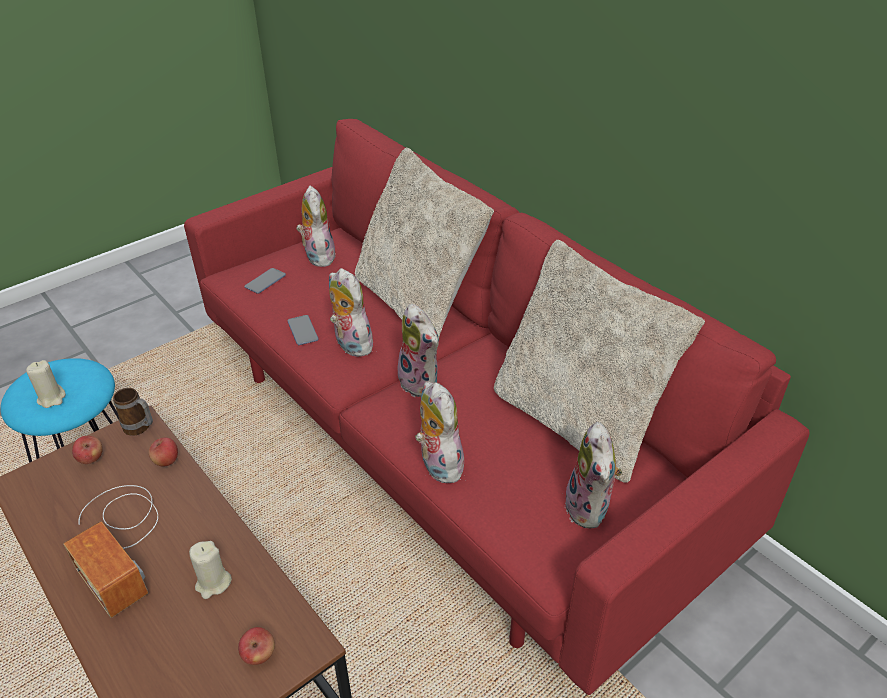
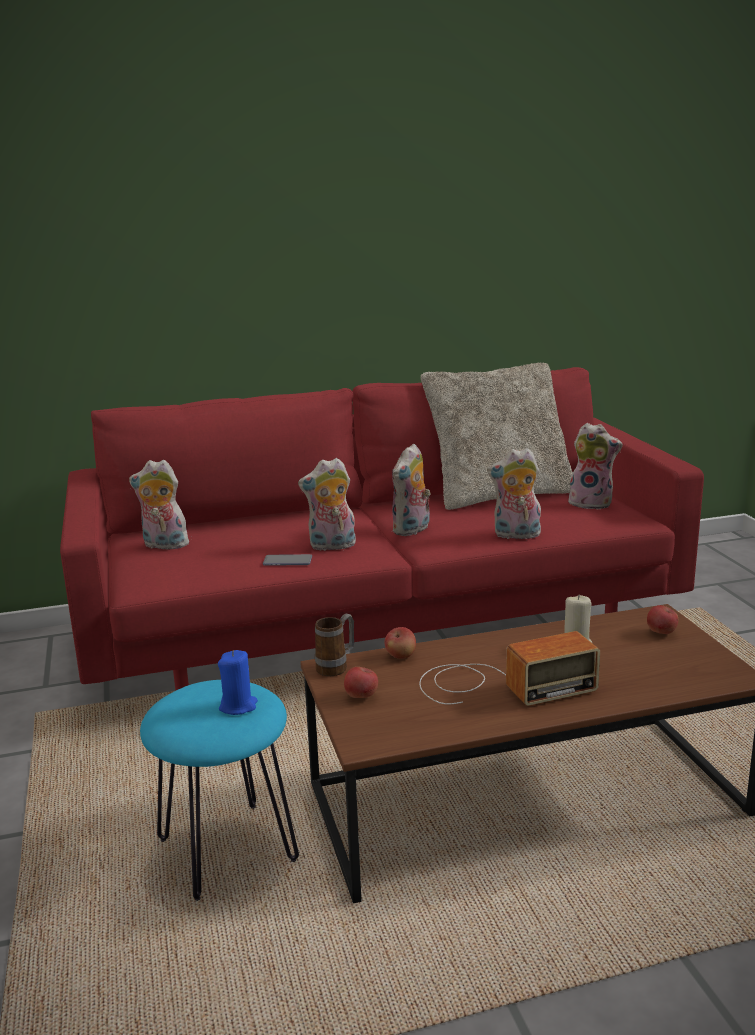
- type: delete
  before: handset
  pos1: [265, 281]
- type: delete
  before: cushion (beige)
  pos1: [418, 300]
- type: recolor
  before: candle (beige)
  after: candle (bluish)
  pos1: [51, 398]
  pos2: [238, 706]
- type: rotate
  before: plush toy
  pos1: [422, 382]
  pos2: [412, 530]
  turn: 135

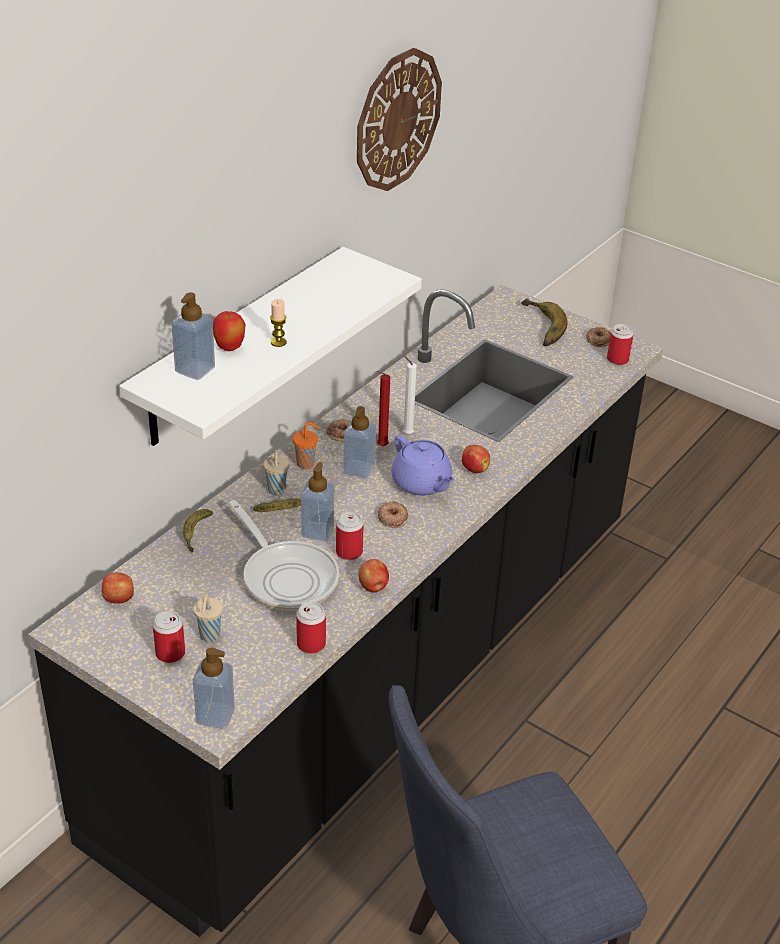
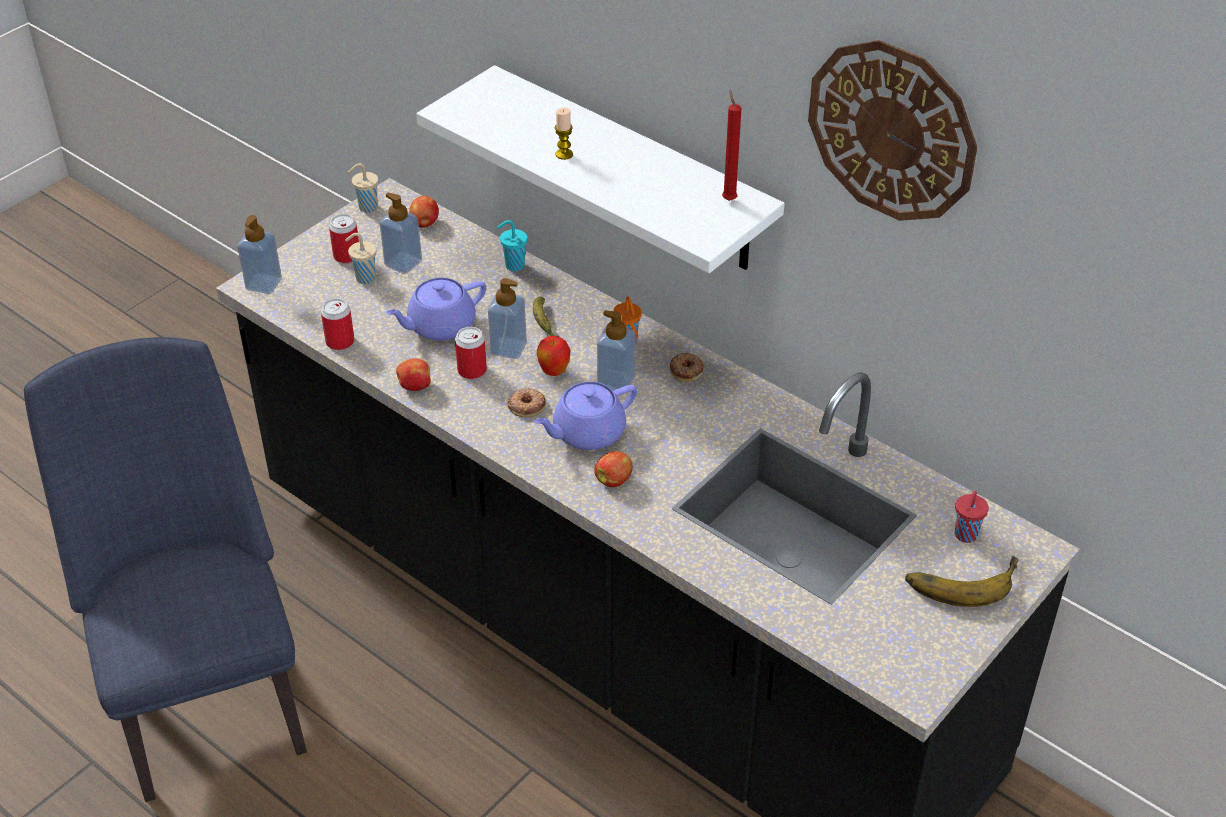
- type: delete
  before: candle (whitish)
  pos1: [406, 433]
- type: delete
  before: ring doughnut
  pos1: [598, 340]
- type: delete
  before: can
  pos1: [617, 359]
- type: insert
  after: small cup (red)
  pos2: [965, 536]
- type: move
  before: soap dispenser
  pos1: [195, 369]
  pos2: [403, 263]
- type: move
  before: apple fruit
  pos1: [229, 348]
  pos2: [554, 372]
- type: move
  before: small cup (beige)
  pos1: [276, 491]
  pos2: [367, 207]
- type: move
  before: candle (red)
  pos1: [380, 446]
  pos2: [728, 199]
- type: replace
  before: banana
  after: small cup (turquoise-coloured)
  pos1: [196, 533]
  pos2: [513, 265]
- type: replace
  before: pan
  after: tea pot (purple)
  pos1: [286, 576]
  pos2: [440, 326]

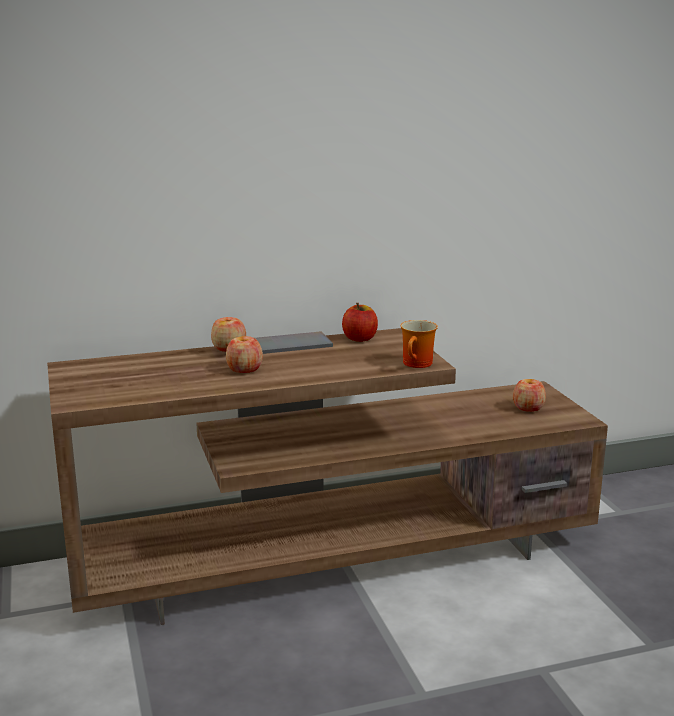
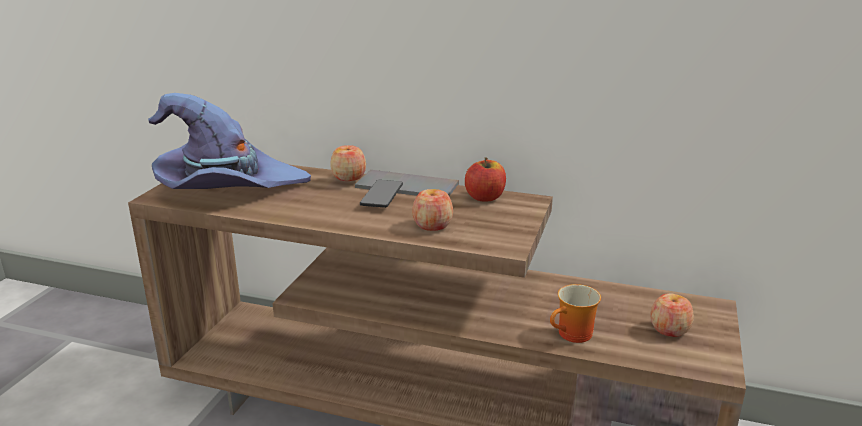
- type: insert
  after: clothing hat (purple)
  pos2: [227, 187]
- type: insert
  after: handset
  pos2: [382, 195]
- type: move
  before: apple fruit
  pos1: [244, 369]
  pos2: [432, 225]
- type: move
  before: mug
  pos1: [419, 364]
  pos2: [574, 336]

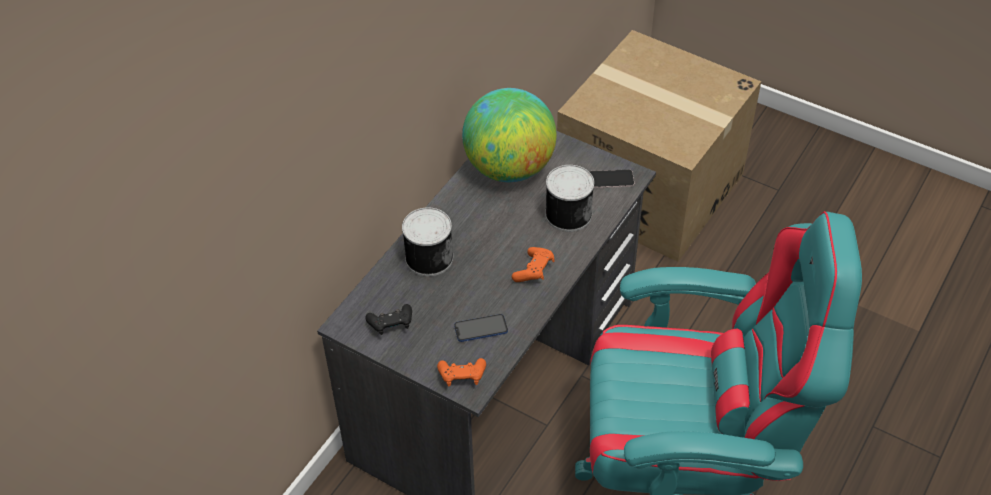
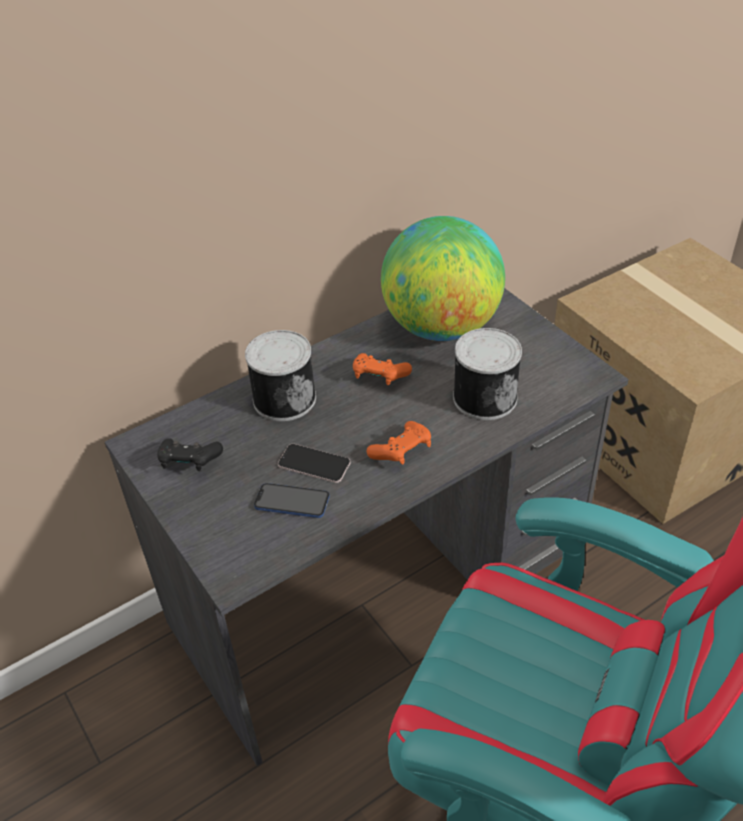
- type: move
  before: game controller (orange)
  pos1: [462, 377]
  pos2: [379, 377]
- type: move
  before: handset
  pos1: [610, 179]
  pos2: [314, 464]

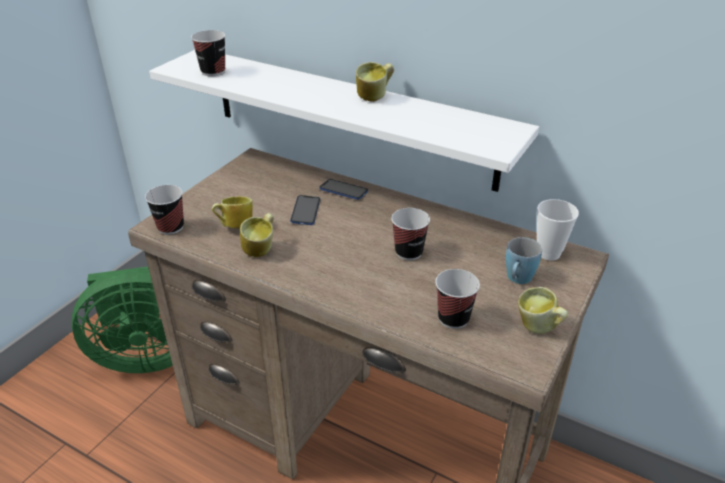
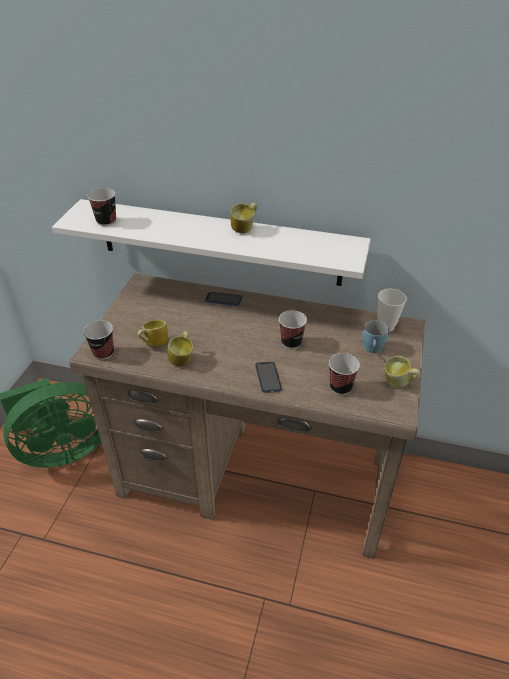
- type: move
  before: handset
  pos1: [305, 211]
  pos2: [268, 378]

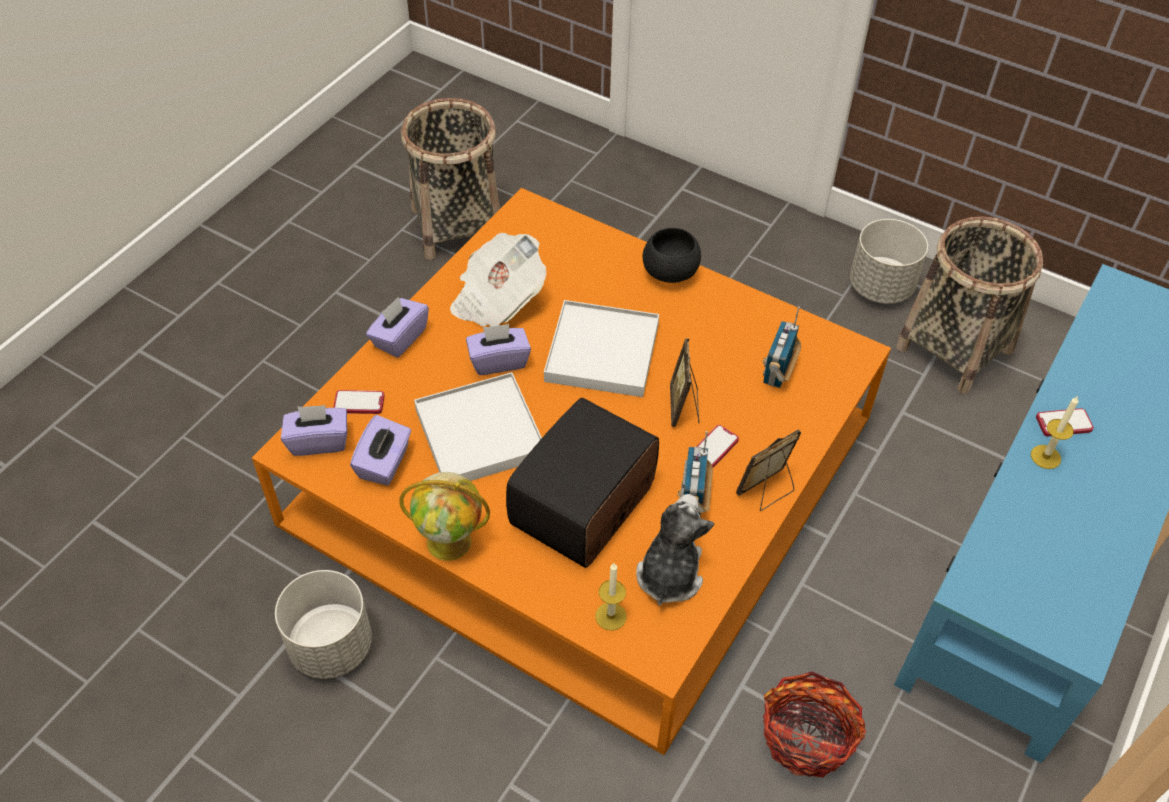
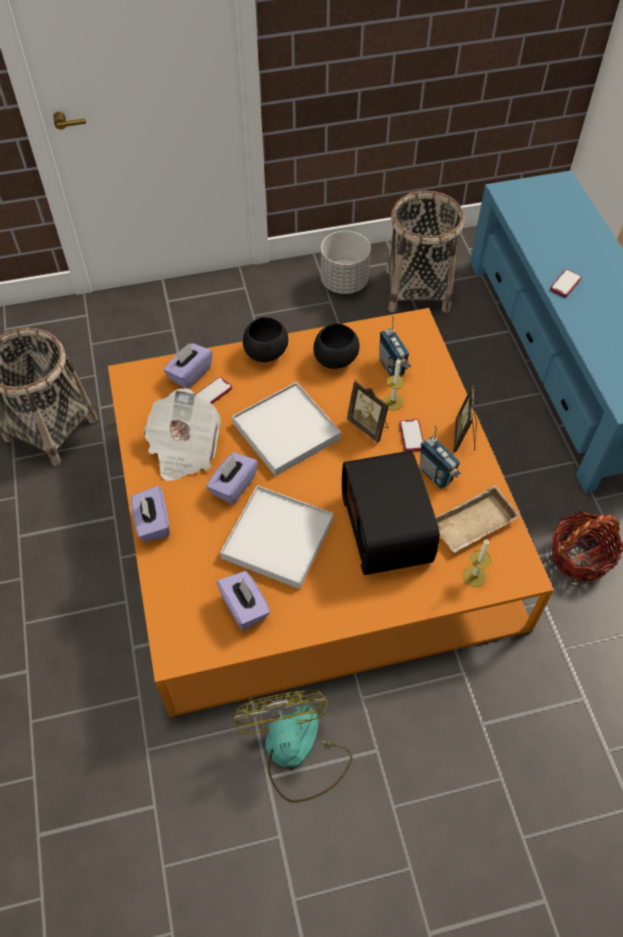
- type: delete
  before: world globe
  pos1: [450, 541]
- type: insert
  after: serving bowl (blackish)
  pos2: [336, 360]
- type: move
  before: box of tissues (purple)
  pos1: [319, 441]
  pos2: [190, 374]
- type: move
  before: handset
  pos1: [359, 403]
  pos2: [213, 392]
- type: move
  before: candle
  pos1: [1045, 457]
  pos2: [393, 402]
- type: replace
  before: flower pot (greyish)
  after: electric fan
  pos1: [331, 646]
  pos2: [296, 752]
- type: replace
  before: plush toy
  after: tray (beige)
  pos1: [669, 574]
  pos2: [473, 526]

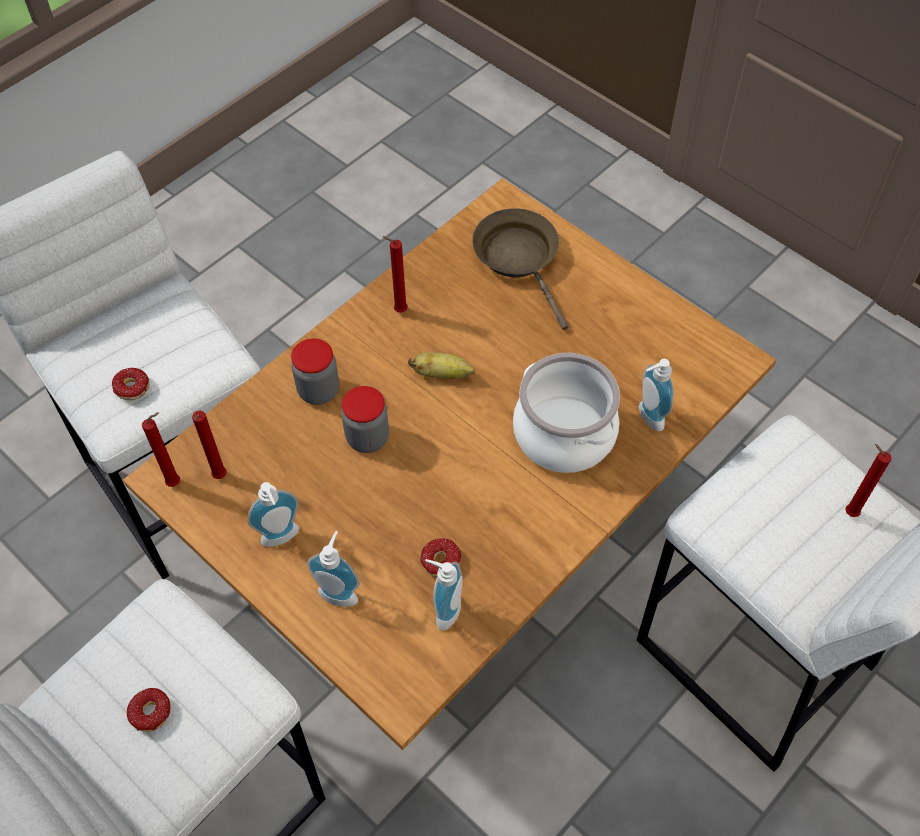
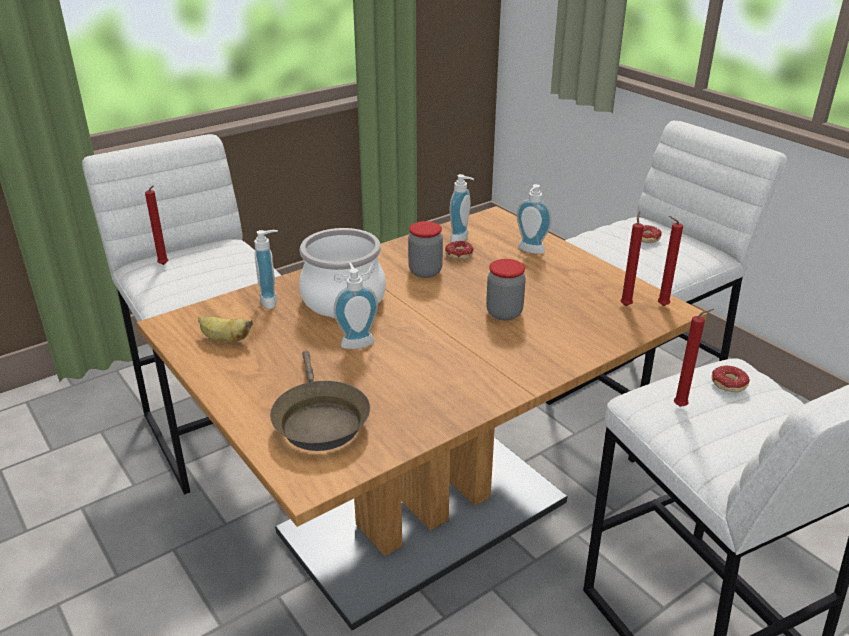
- type: move
  before: soap dispenser
  pos1: [282, 539]
  pos2: [356, 341]
- type: move
  before: jar
  pos1: [318, 391]
  pos2: [425, 271]
- type: move
  before: candle (red)
  pos1: [398, 310]
  pos2: [682, 406]
- type: move
  before: banana
  pos1: [443, 374]
  pos2: [224, 339]

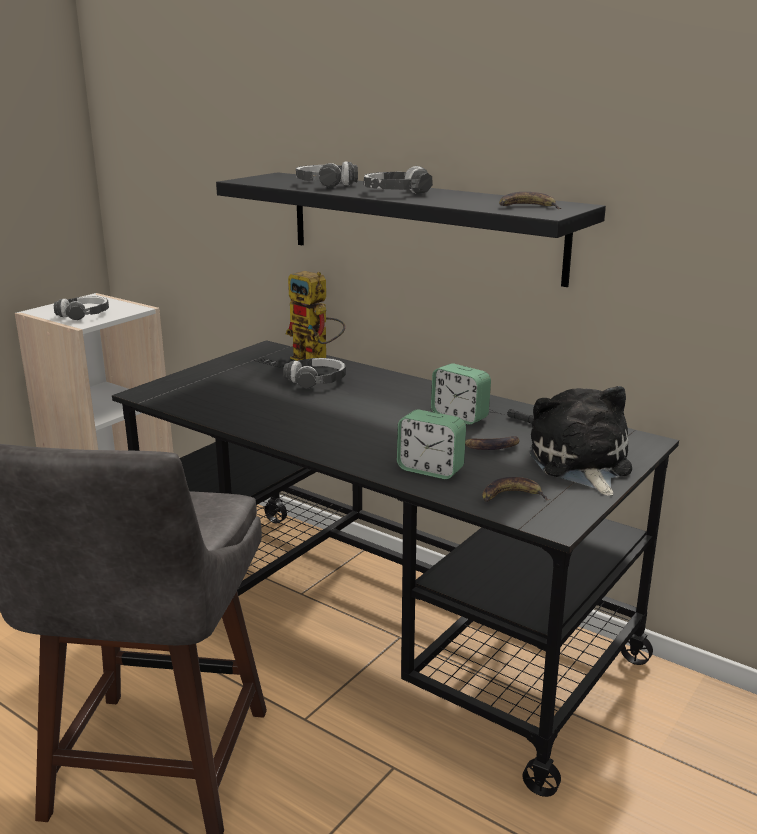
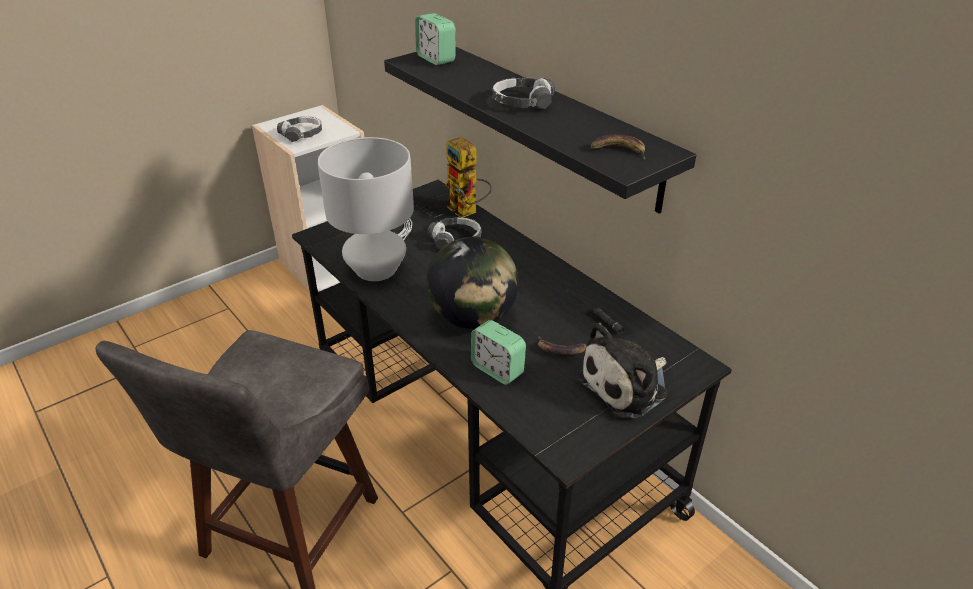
- type: delete
  before: headphones
  pos1: [326, 184]
- type: delete
  before: banana
  pos1: [511, 496]
- type: insert
  after: table lamp (whitish)
  pos2: [379, 252]
- type: insert
  after: world globe
  pos2: [473, 318]
- type: move
  before: alarm clock
  pos1: [459, 416]
  pos2: [436, 59]
- type: rotate
  before: plush toy
  pos1: [580, 464]
  pos2: [626, 385]
  turn: -135

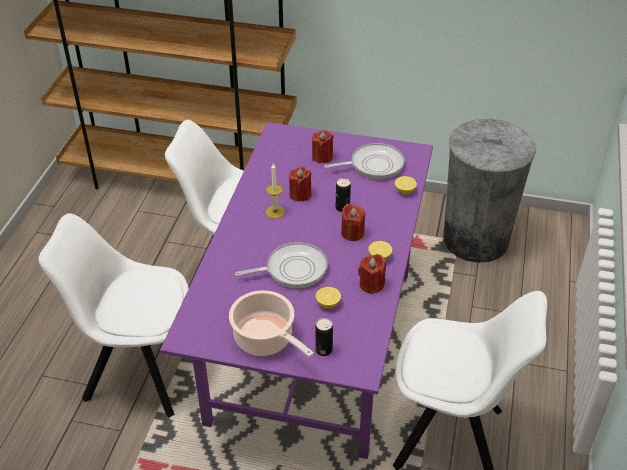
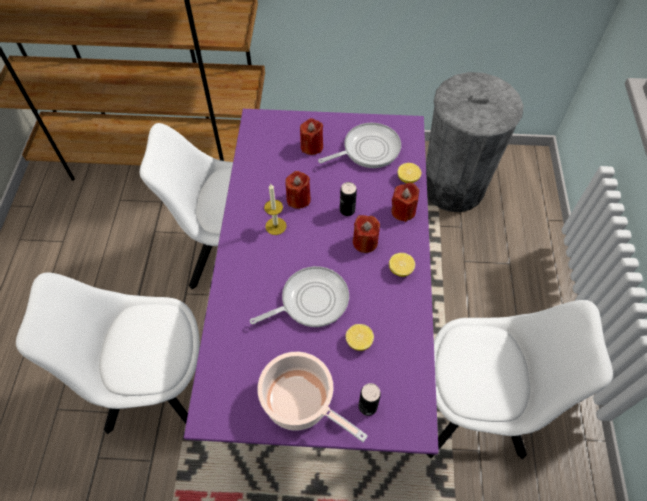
- type: move
  before: candle (red)
  pos1: [371, 284]
  pos2: [403, 211]

